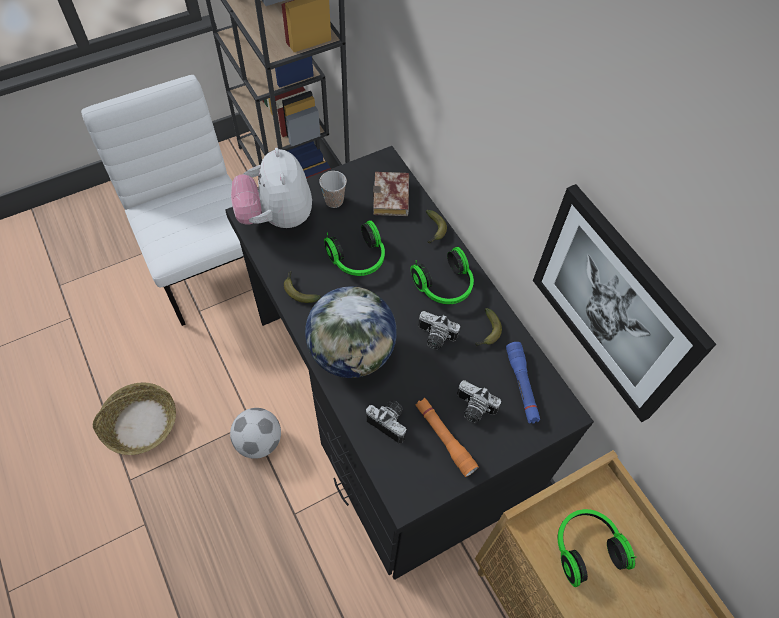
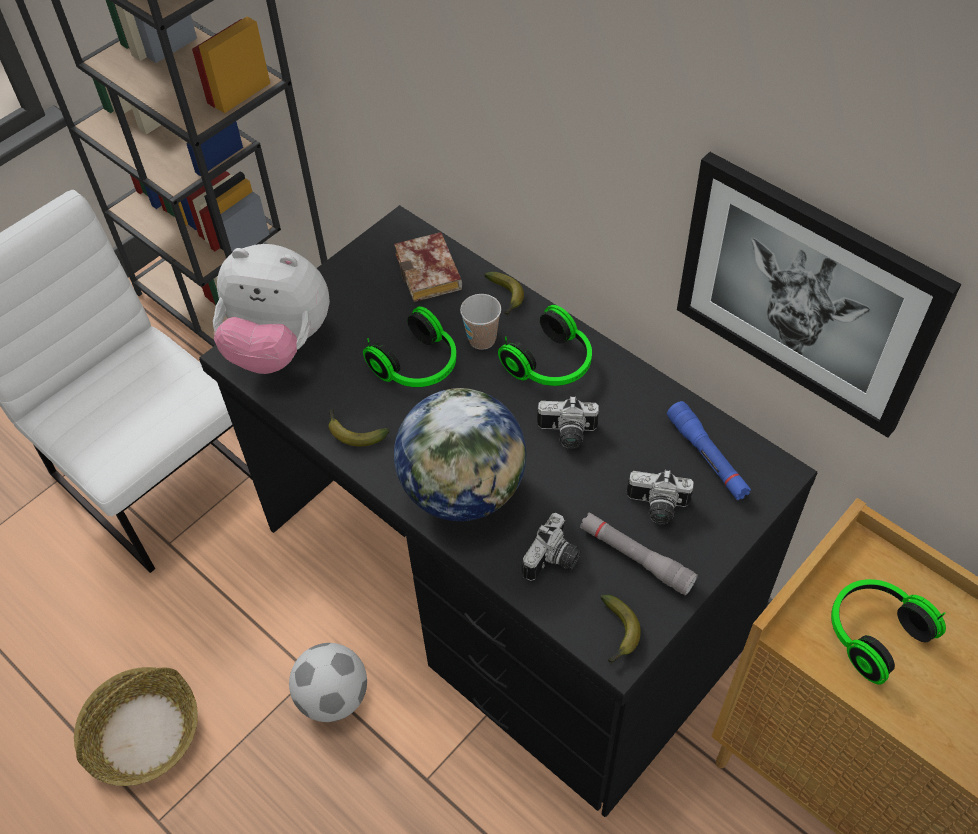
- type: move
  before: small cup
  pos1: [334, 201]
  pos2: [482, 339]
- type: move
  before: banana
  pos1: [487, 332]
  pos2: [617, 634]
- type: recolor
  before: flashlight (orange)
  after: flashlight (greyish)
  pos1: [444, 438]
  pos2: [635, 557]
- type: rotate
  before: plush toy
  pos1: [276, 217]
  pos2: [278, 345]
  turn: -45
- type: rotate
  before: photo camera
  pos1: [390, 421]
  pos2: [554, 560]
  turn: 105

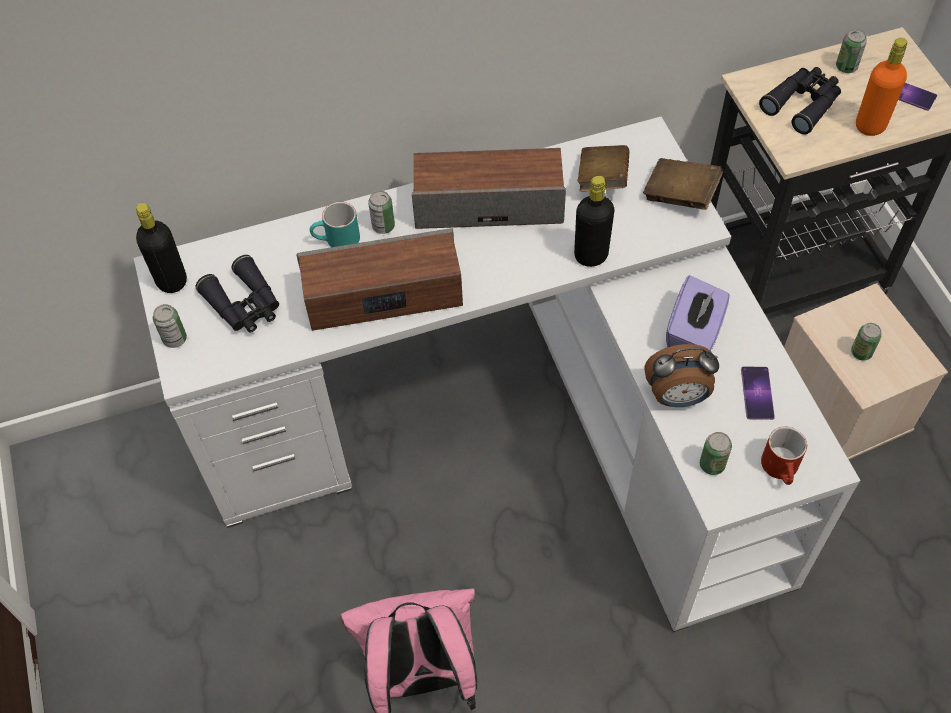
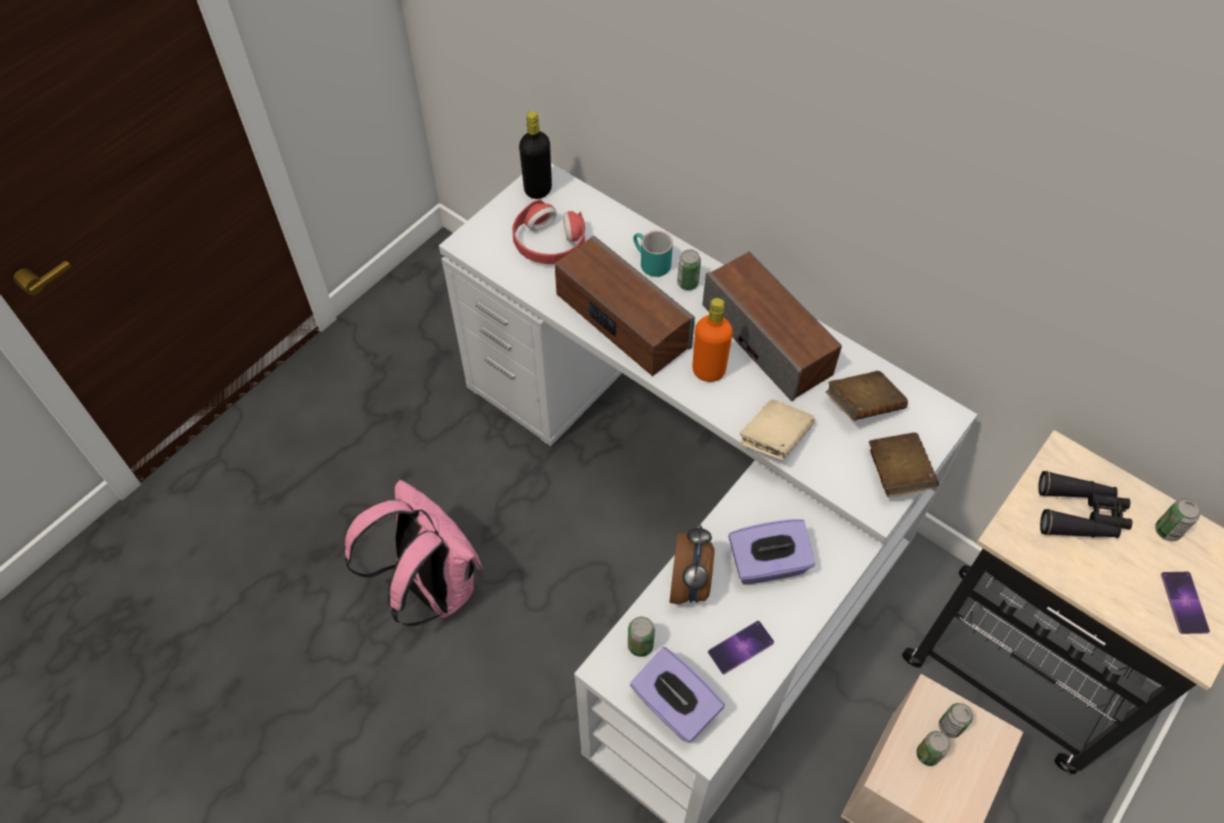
- type: move
  before: can
  pos1: [175, 339]
  pos2: [950, 726]
- type: move
  before: beverage bottle (orange)
  pos1: [870, 125]
  pos2: [708, 371]
- type: replace
  before: binoculars (blackish)
  after: headphones (red)
  pos1: [245, 305]
  pos2: [549, 242]
- type: replace
  before: beverage bottle (blackish)
  after: bound book (beige)
  pos1: [591, 255]
  pos2: [774, 439]
- type: replace
  before: mug (red)
  after: box of tissues (purple)
  pos1: [782, 470]
  pos2: [674, 706]
- type: rotate
  before: alarm clock
  pos1: [677, 397]
  pos2: [690, 584]
  turn: -135

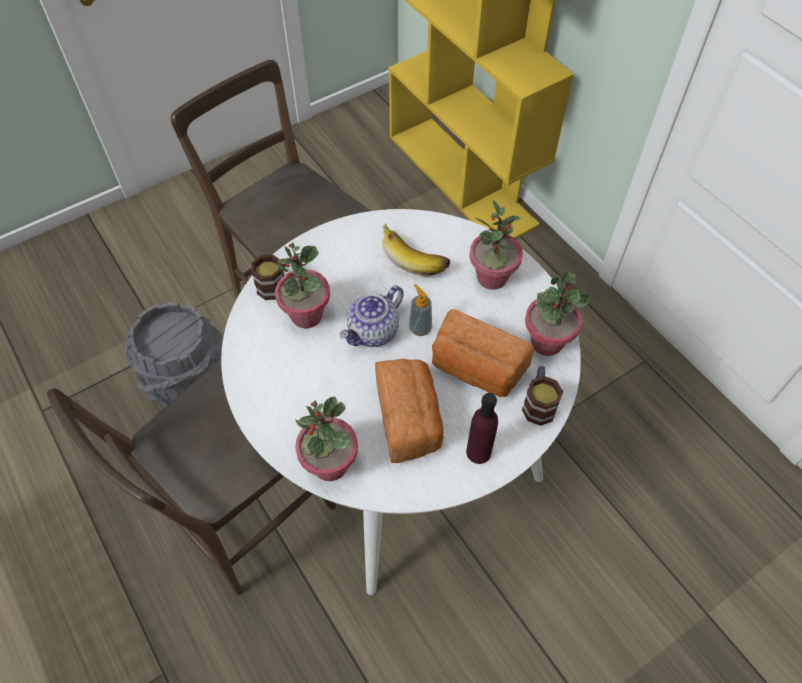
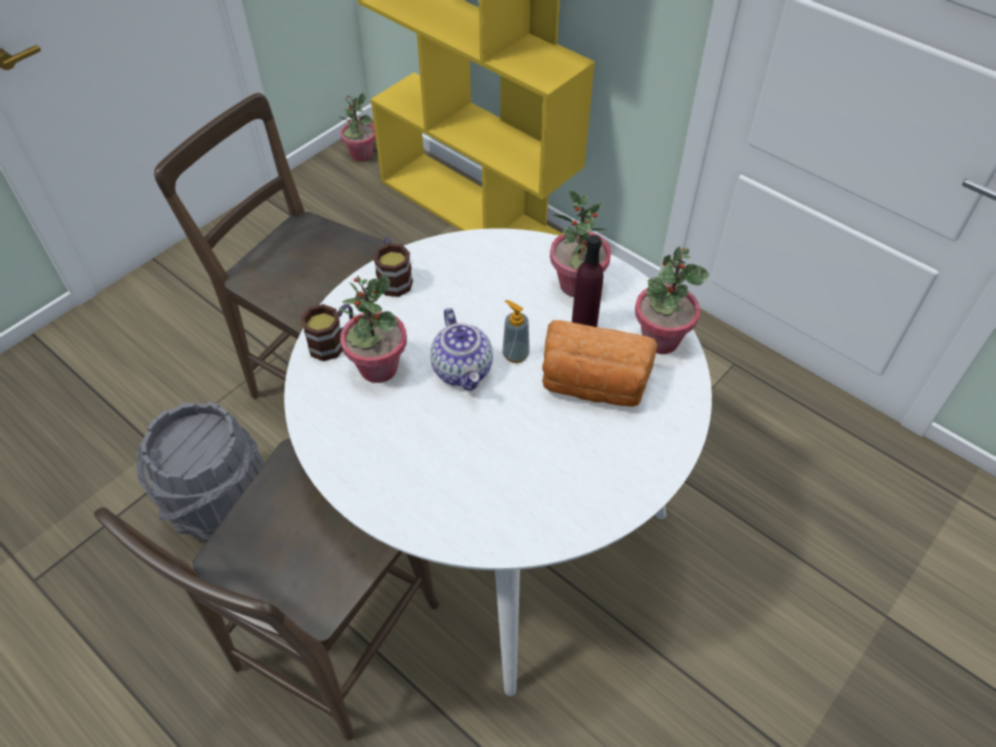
- type: delete
  before: bakery bread
  pos1: [409, 419]
- type: delete
  before: banana
  pos1: [415, 256]
- type: move
  before: potted plant
  pos1: [329, 464]
  pos2: [361, 155]
- type: move
  before: beverage bottle (purple)
  pos1: [478, 452]
  pos2: [584, 324]
- type: move
  before: mug
  pos1: [538, 403]
  pos2: [394, 278]
- type: rotate
  before: tea pot
  pos1: [373, 332]
  pos2: [463, 370]
  turn: -45

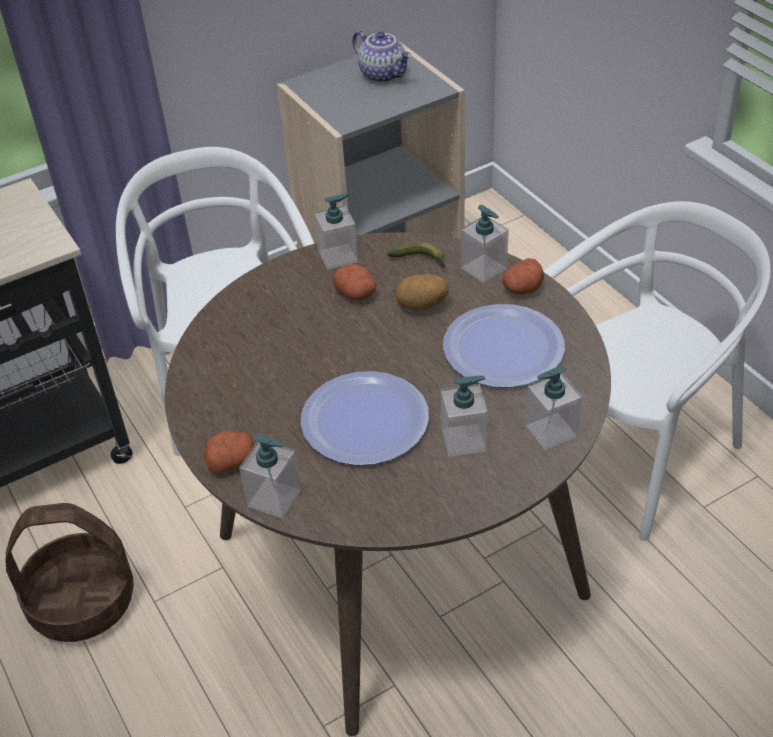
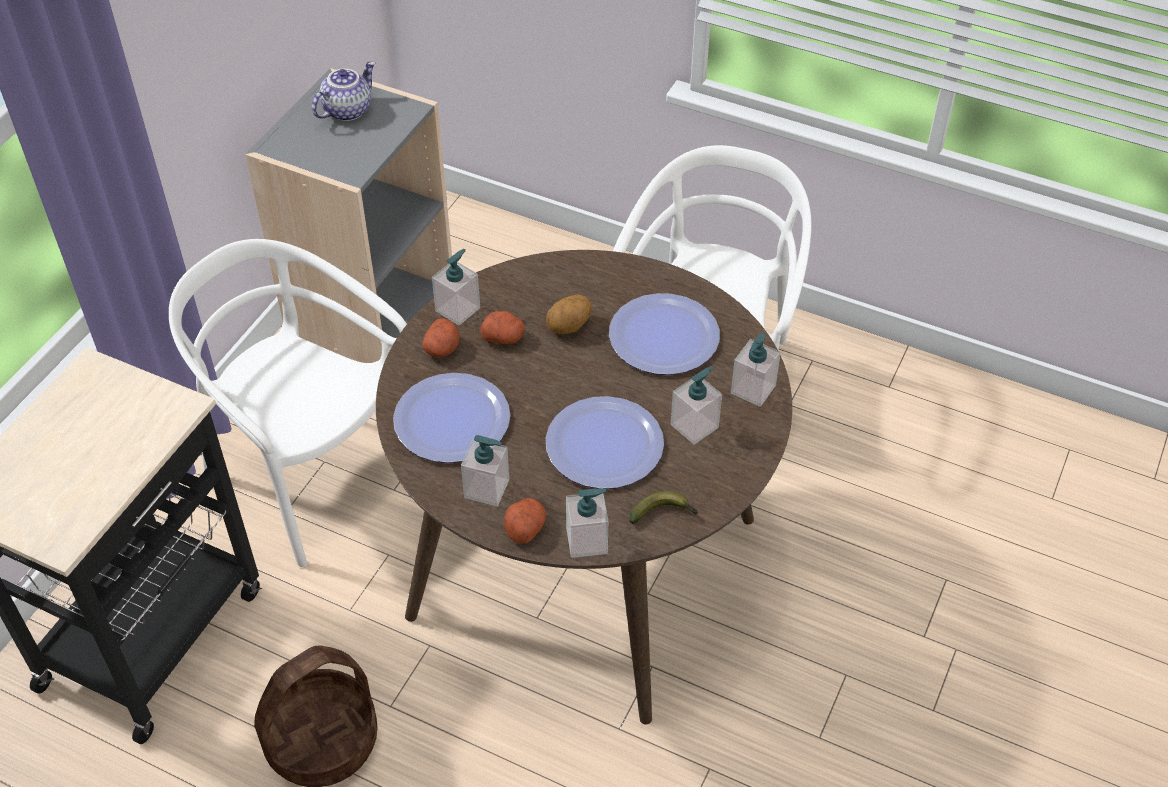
- type: insert
  after: plate
  pos2: [452, 420]
- type: move
  before: banana
  pos1: [421, 260]
  pos2: [664, 513]
- type: move
  before: soap dispenser
  pos1: [484, 268]
  pos2: [487, 489]
- type: move
  before: spud
  pos1: [523, 289]
  pos2: [442, 348]
- type: rotate
  before: tea pot
  pos1: [384, 74]
  pos2: [347, 110]
  turn: -60

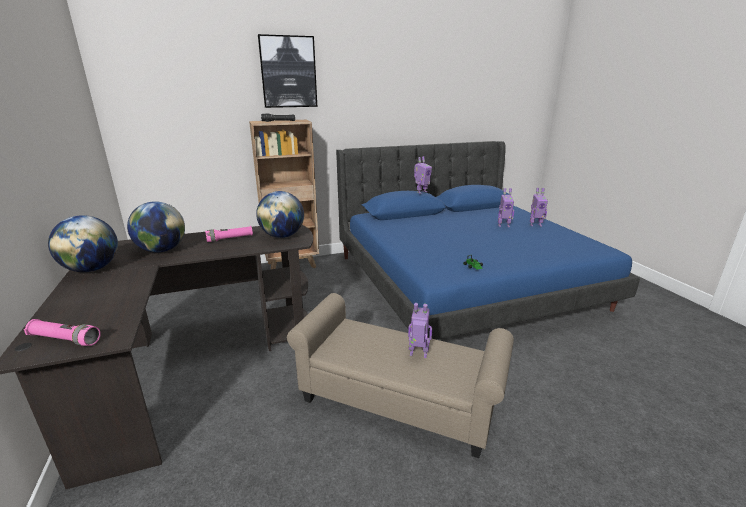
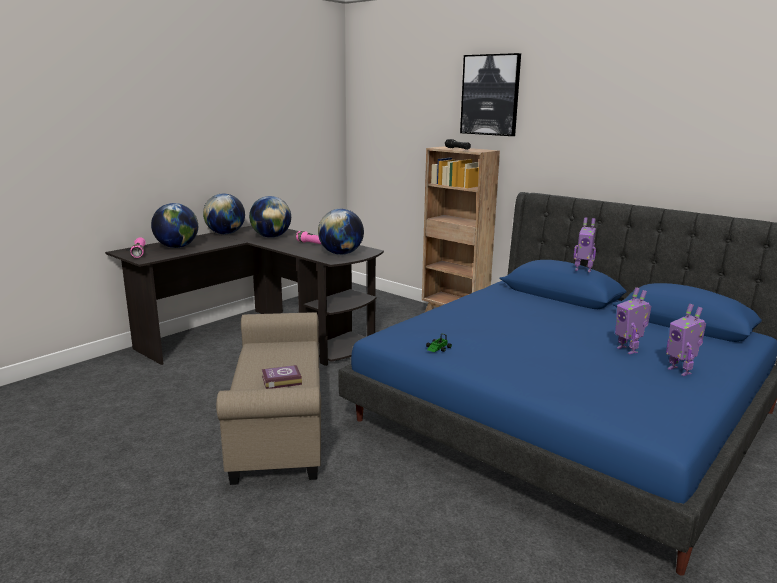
- type: insert
  after: world globe
  pos2: [177, 247]
- type: replace
  before: toy robot
  after: bound book
  pos1: [418, 354]
  pos2: [280, 380]

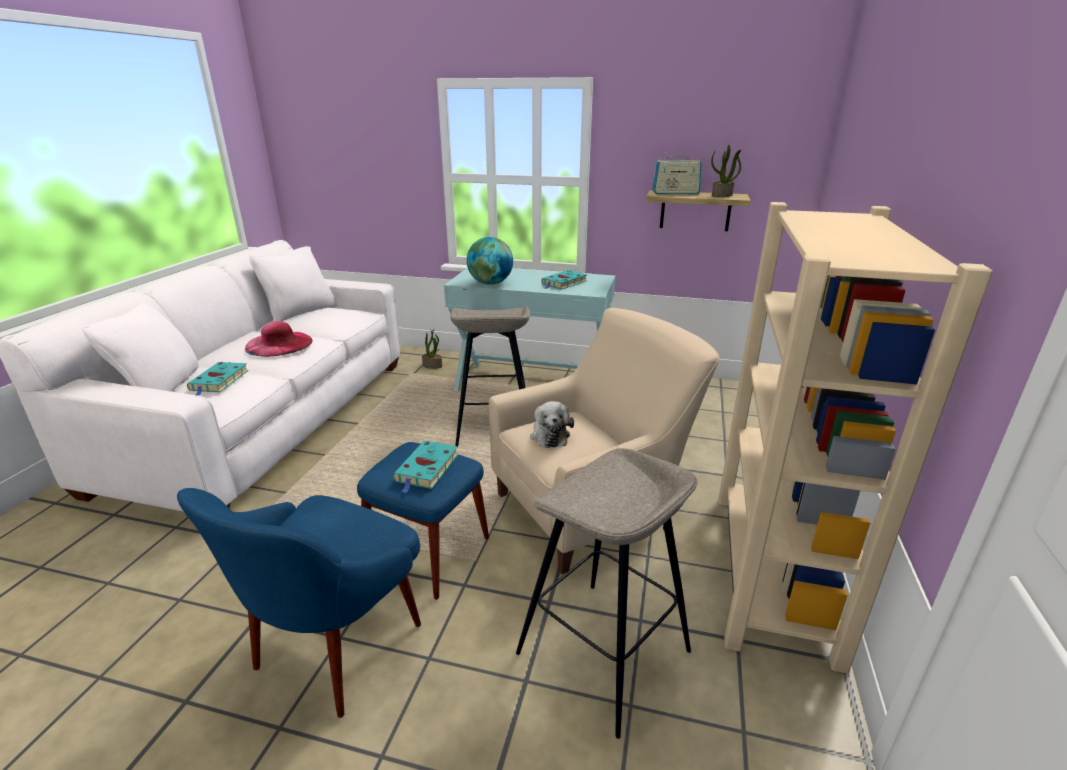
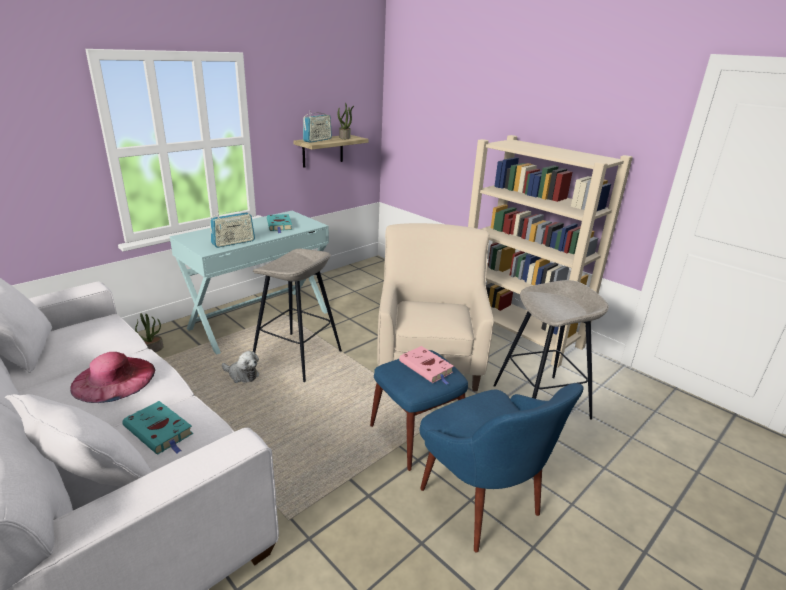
- type: move
  before: plush toy
  pos1: [549, 435]
  pos2: [242, 375]
- type: replace
  before: world globe
  after: radio set
  pos1: [490, 283]
  pos2: [233, 243]
- type: recolor
  before: bound book (turquoise-coloured)
  after: bound book (pink)
  pos1: [426, 469]
  pos2: [427, 368]

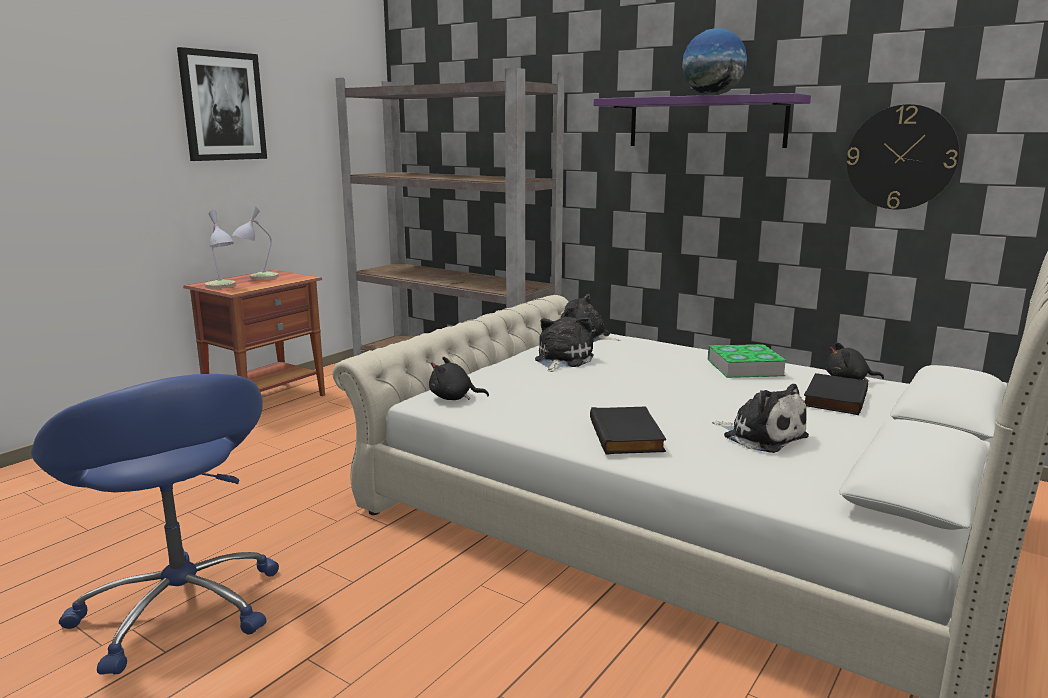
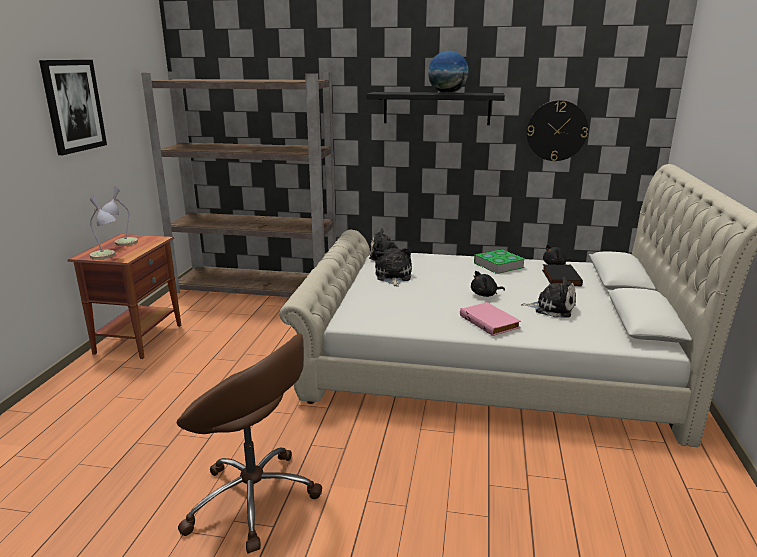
- type: move
  before: plush toy (blackish)
  pos1: [454, 398]
  pos2: [485, 295]
- type: recolor
  before: office chair (bluish)
  after: office chair (brownish)
  pos1: [181, 612]
  pos2: [255, 500]
- type: recolor
  before: bound book (blackish)
  after: bound book (pink)
  pos1: [628, 435]
  pos2: [490, 322]
- type: recolor
  before: shelf (purple)
  after: shelf (blackish)
  pos1: [706, 122]
  pos2: [436, 108]

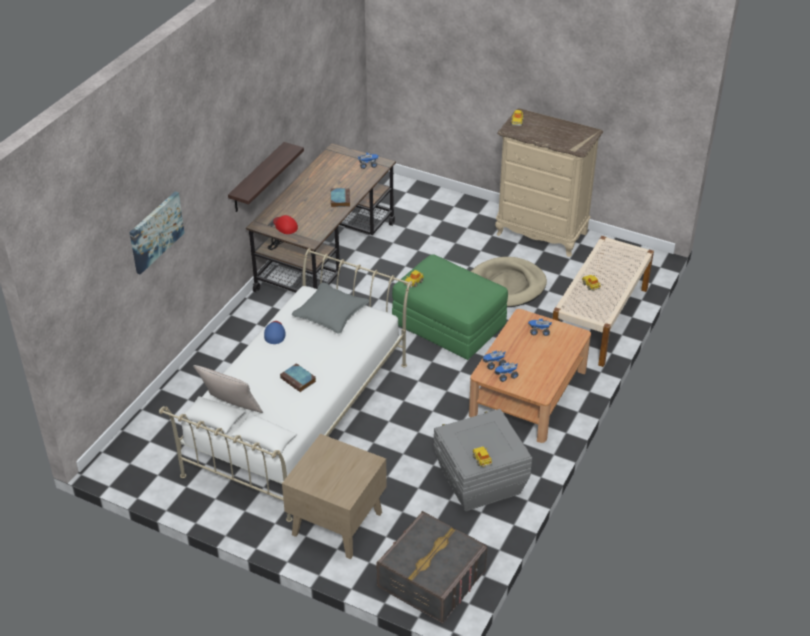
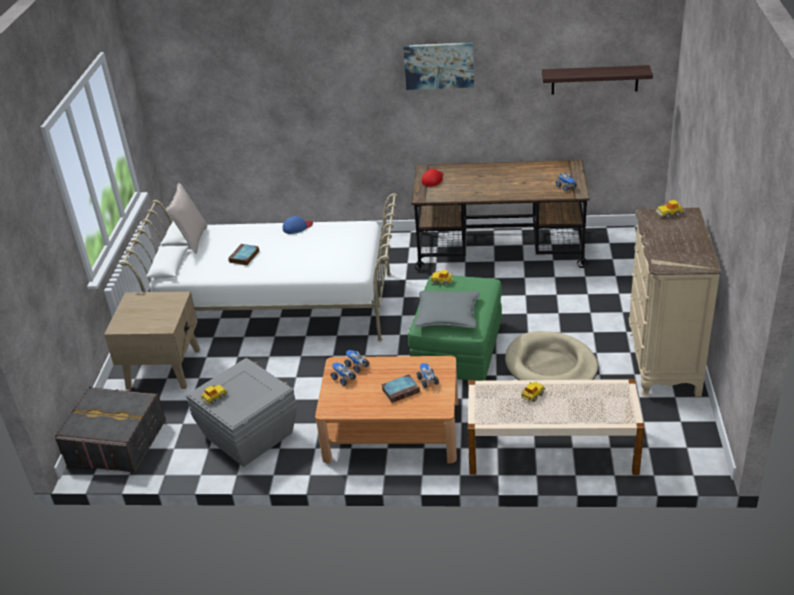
- type: move
  before: wall art
  pos1: [156, 232]
  pos2: [439, 65]
- type: move
  before: shelf
  pos1: [257, 178]
  pos2: [594, 79]
- type: move
  before: cushion (greyish)
  pos1: [330, 313]
  pos2: [447, 315]
- type: move
  before: bound book
  pos1: [340, 199]
  pos2: [401, 390]

